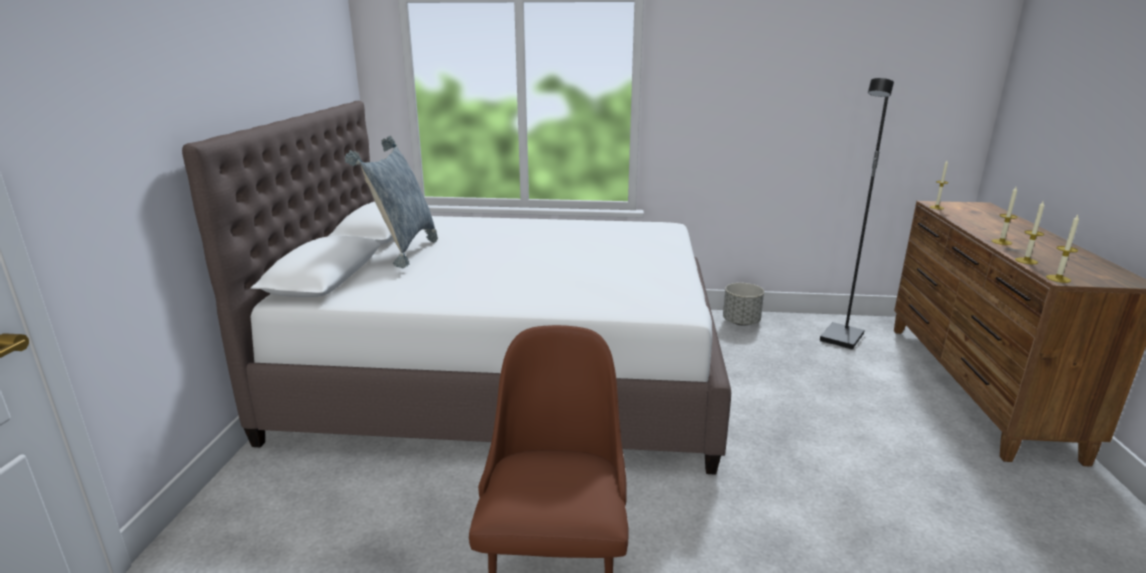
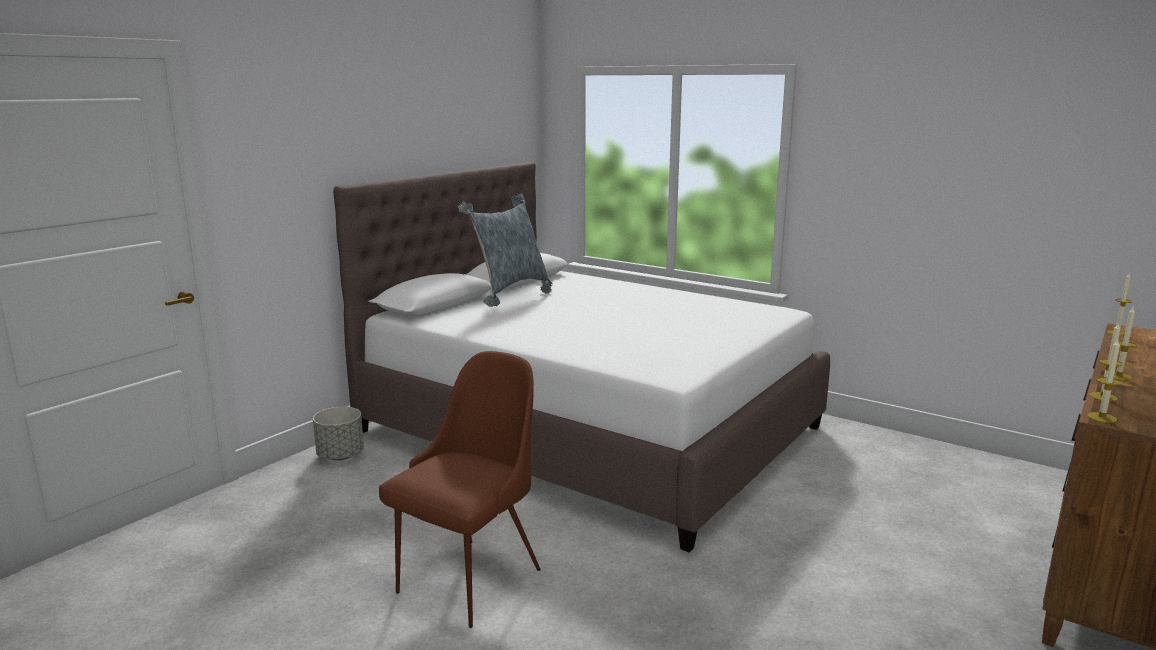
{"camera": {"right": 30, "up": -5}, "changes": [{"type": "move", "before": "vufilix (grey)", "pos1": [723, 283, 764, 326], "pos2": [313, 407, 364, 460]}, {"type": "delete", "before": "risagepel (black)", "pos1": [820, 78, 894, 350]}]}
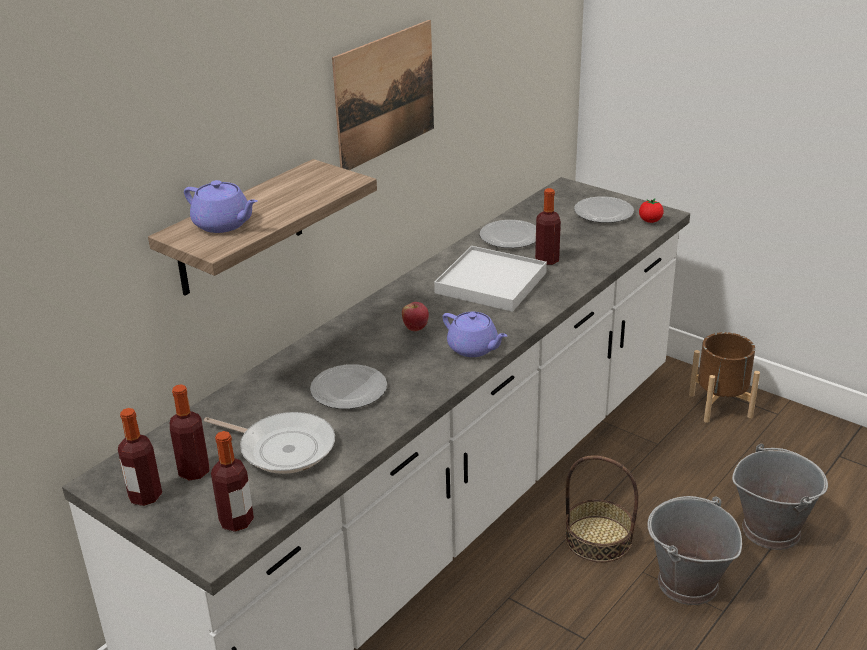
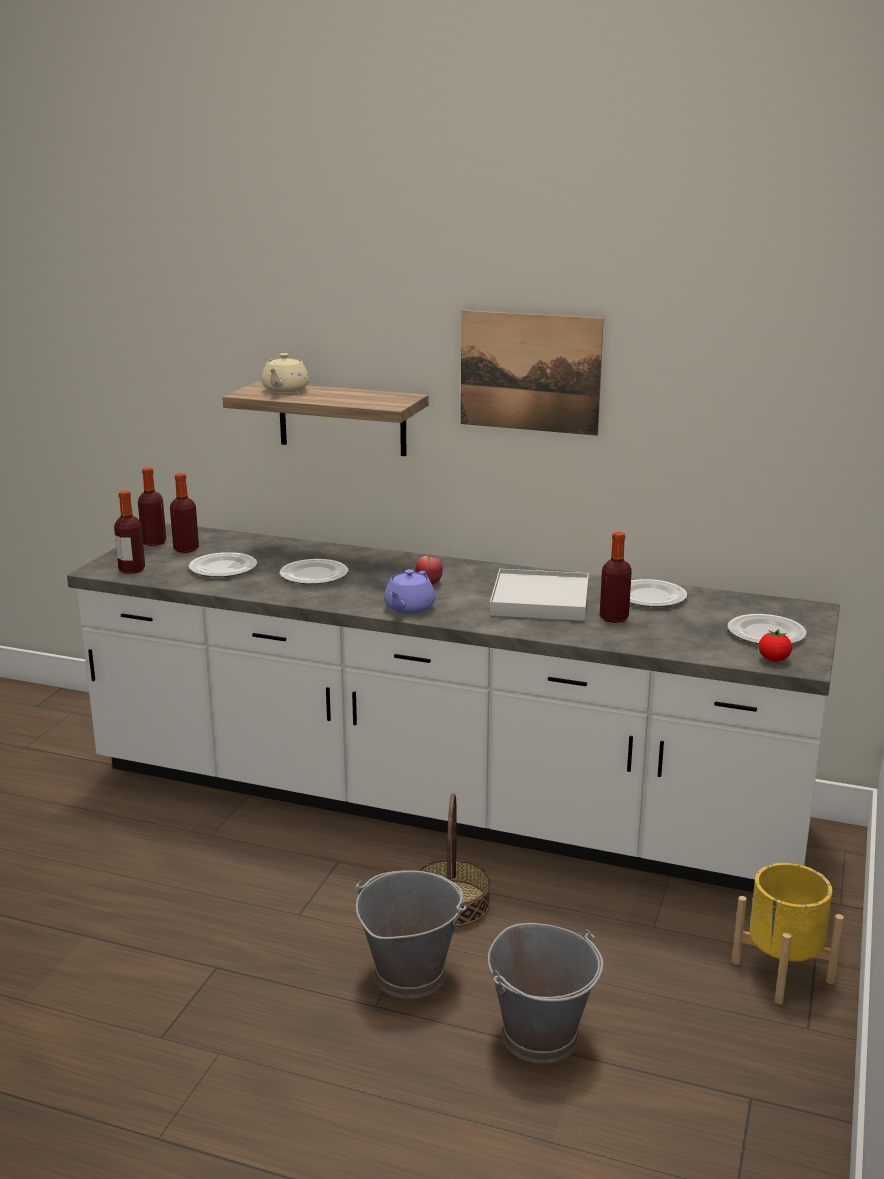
{"camera": {"right": 70, "up": -10}, "changes": [{"type": "recolor", "before": "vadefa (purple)", "after": "vadefa (beige)", "pos1": [184, 180, 257, 233], "pos2": [261, 353, 309, 393]}, {"type": "replace", "before": "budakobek", "after": "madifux", "pos1": [204, 412, 335, 474], "pos2": [189, 552, 257, 577]}, {"type": "recolor", "before": "vufilix (brown)", "after": "vufilix (yellow)", "pos1": [689, 332, 760, 423], "pos2": [732, 863, 844, 1004]}]}
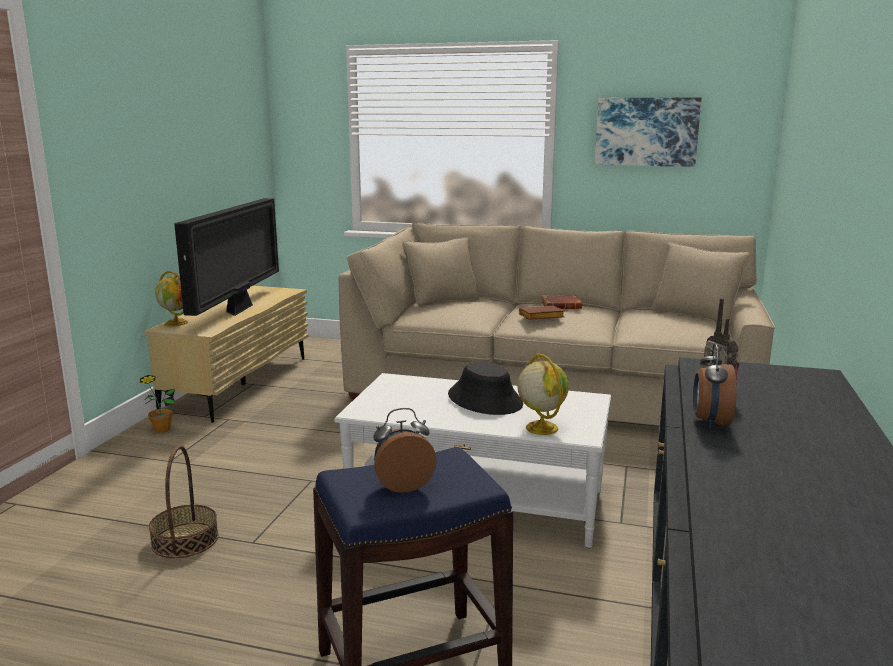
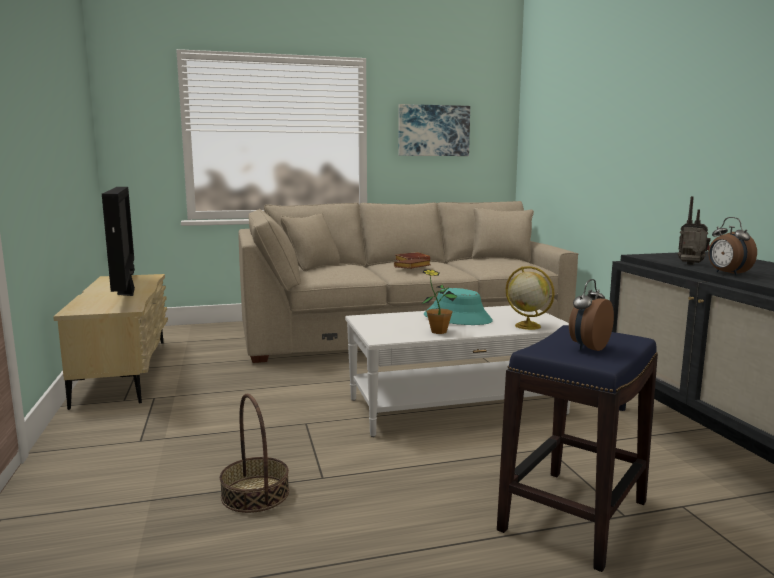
{"camera": {"right": -30, "up": -5}, "changes": [{"type": "move", "before": "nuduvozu", "pos1": [140, 375, 175, 433], "pos2": [422, 269, 458, 334]}, {"type": "delete", "before": "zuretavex", "pos1": [155, 271, 188, 326]}, {"type": "recolor", "before": "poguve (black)", "after": "poguve (turquoise)", "pos1": [448, 361, 523, 415], "pos2": [424, 288, 493, 325]}]}
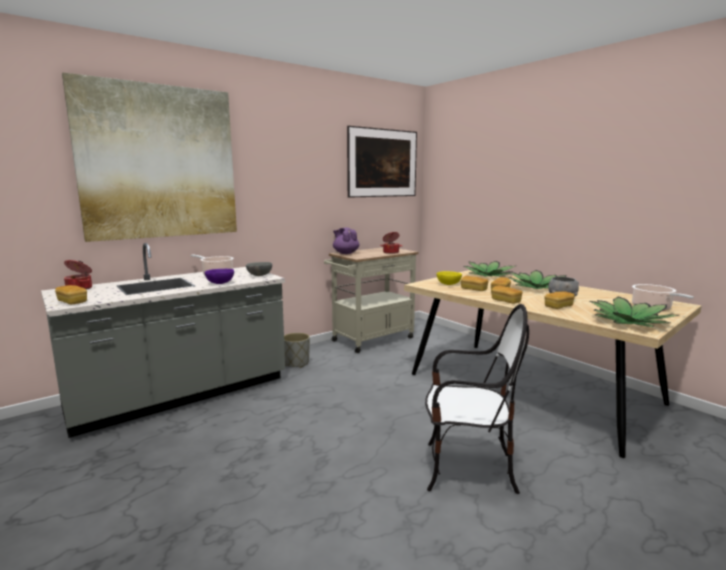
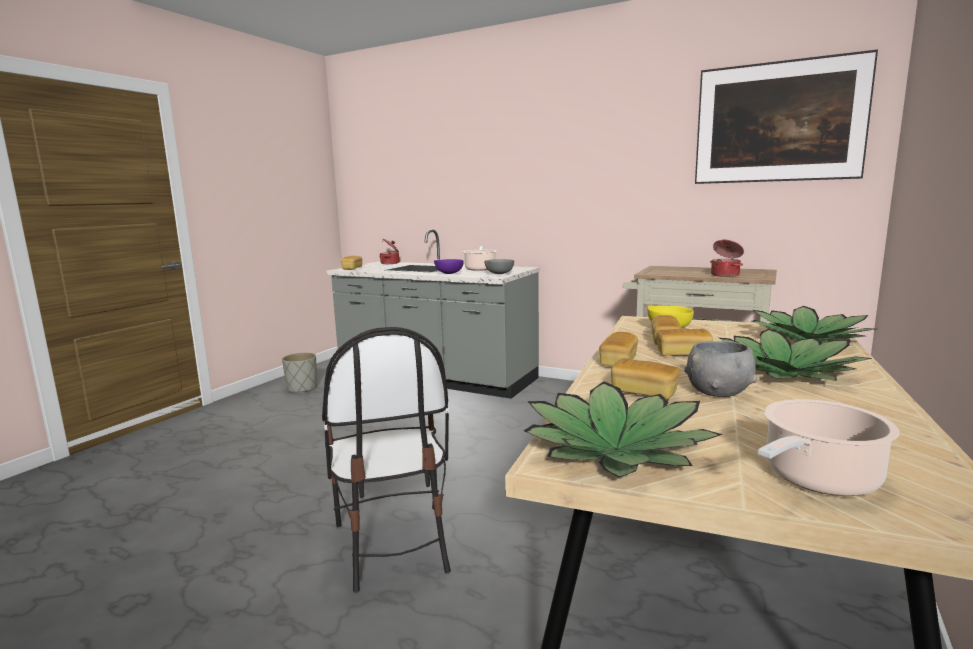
{"camera": {"right": 65, "up": 0}, "changes": [{"type": "delete", "before": "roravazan", "pos1": [62, 72, 237, 242]}, {"type": "move", "before": "vufilix (grey)", "pos1": [284, 333, 310, 368], "pos2": [282, 353, 317, 393]}, {"type": "delete", "before": "vadefa (purple)", "pos1": [333, 227, 360, 254]}]}
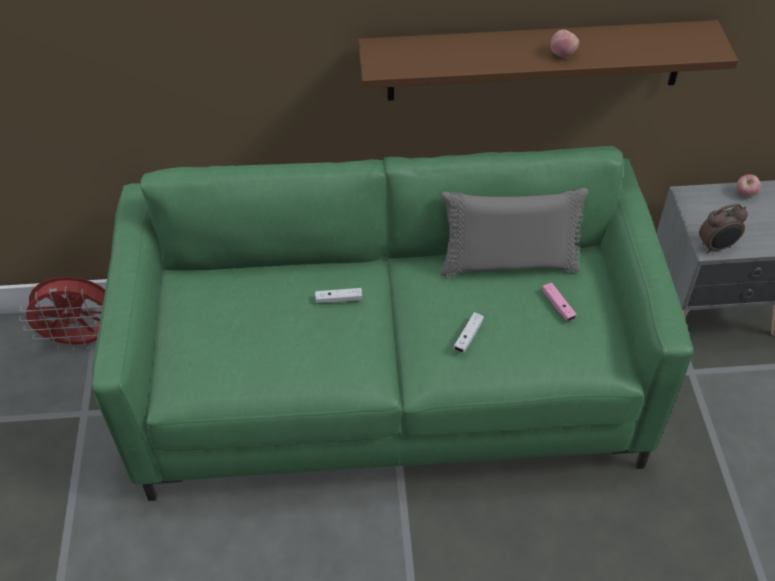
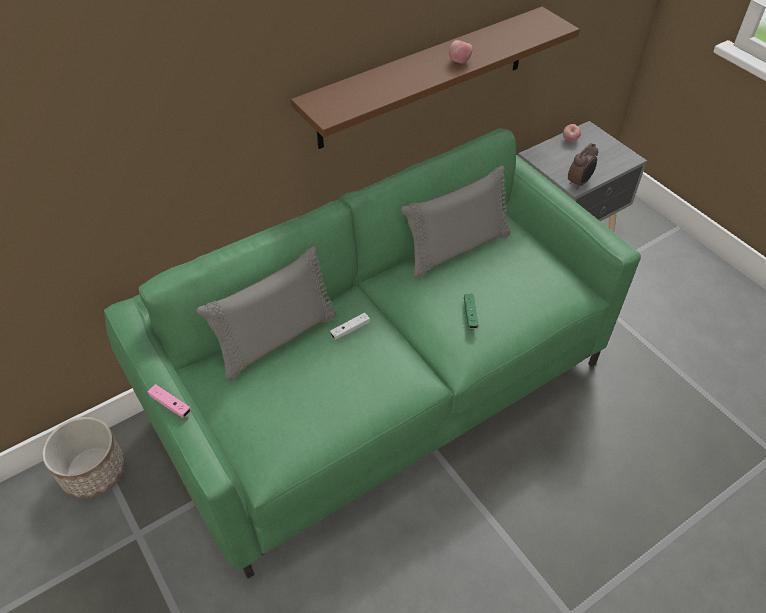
{"camera": {"right": -30, "up": 0}, "changes": [{"type": "replace", "before": "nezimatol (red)", "after": "vufilix", "pos1": [19, 277, 105, 351], "pos2": [42, 417, 125, 499]}, {"type": "recolor", "before": "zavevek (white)", "after": "zavevek (green)", "pos1": [454, 312, 484, 353], "pos2": [464, 294, 478, 329]}, {"type": "move", "before": "zavevek (pink)", "pos1": [542, 283, 577, 321], "pos2": [148, 384, 191, 418]}, {"type": "insert", "after": "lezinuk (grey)", "pos2": [196, 246, 336, 381]}]}
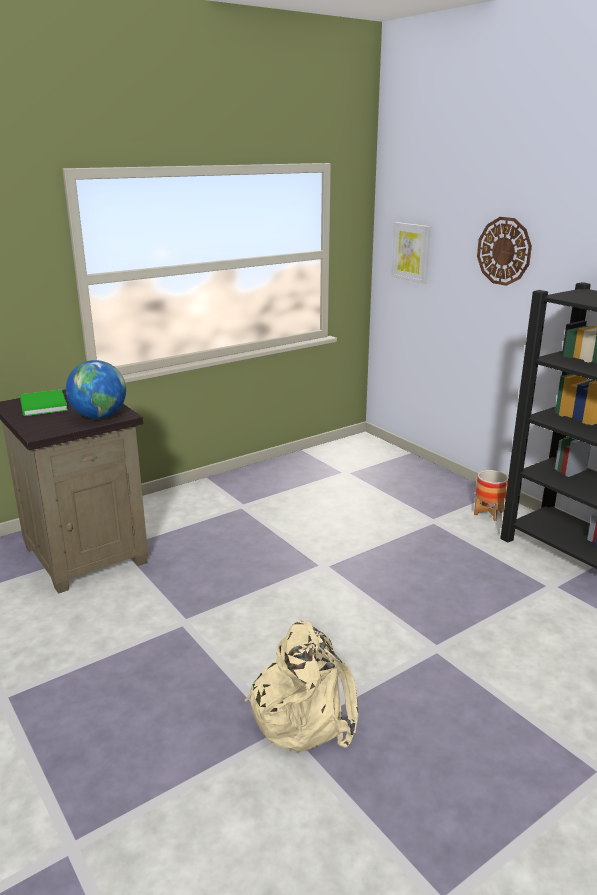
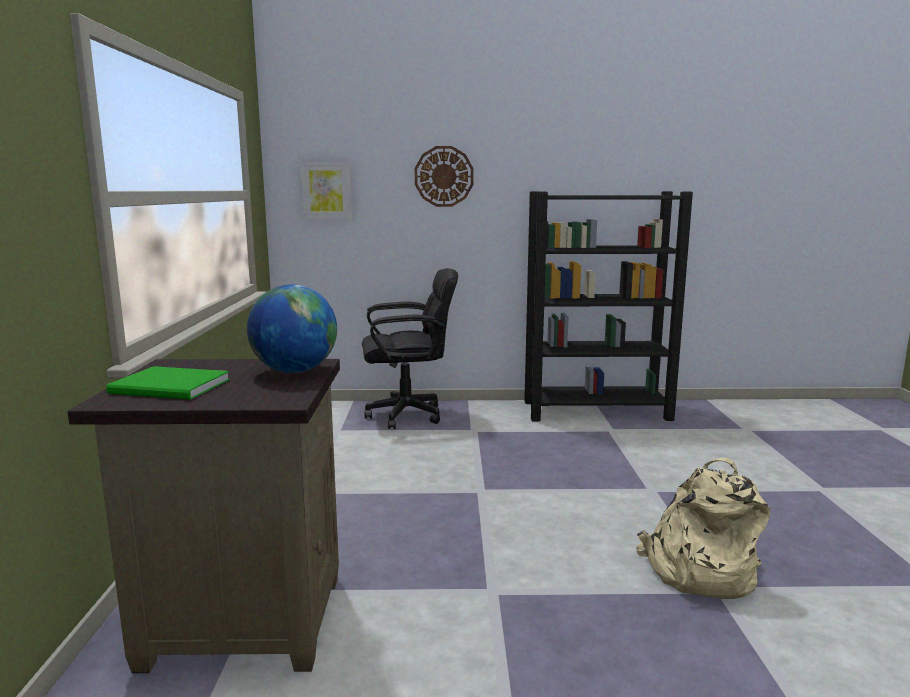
{"camera": {"right": -55, "up": -10}, "changes": [{"type": "delete", "before": "vufilix", "pos1": [474, 470, 508, 521]}, {"type": "insert", "after": "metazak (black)", "pos2": [362, 268, 458, 429]}]}
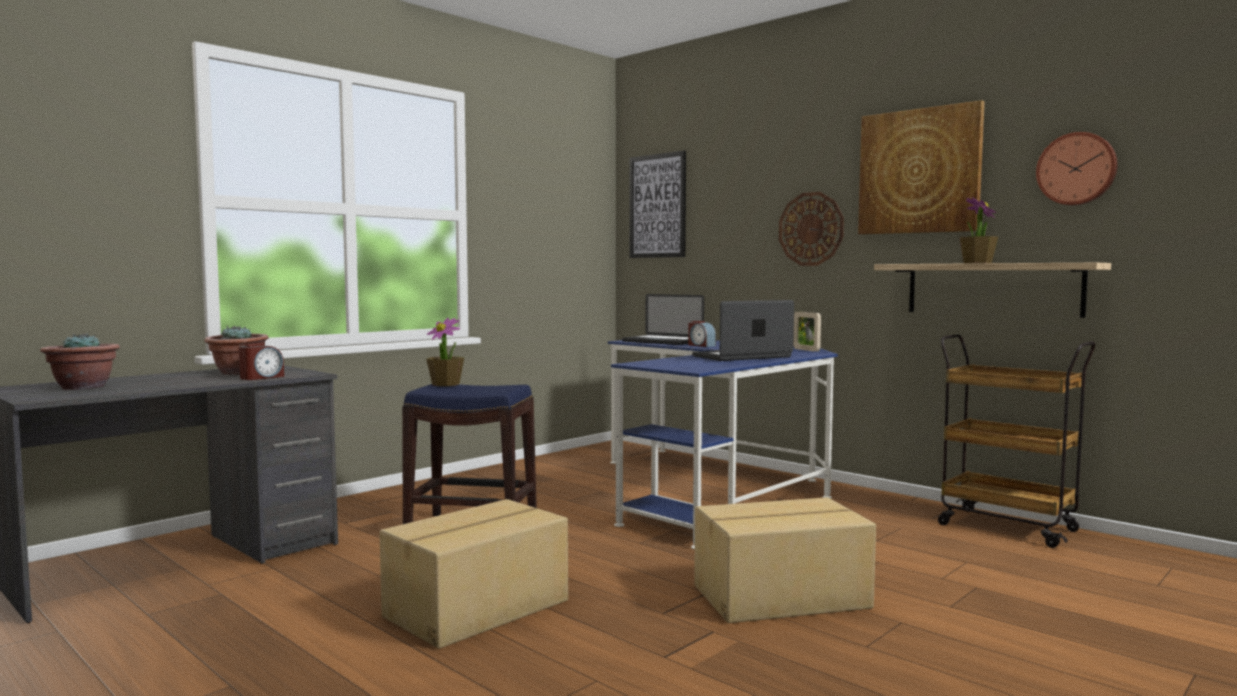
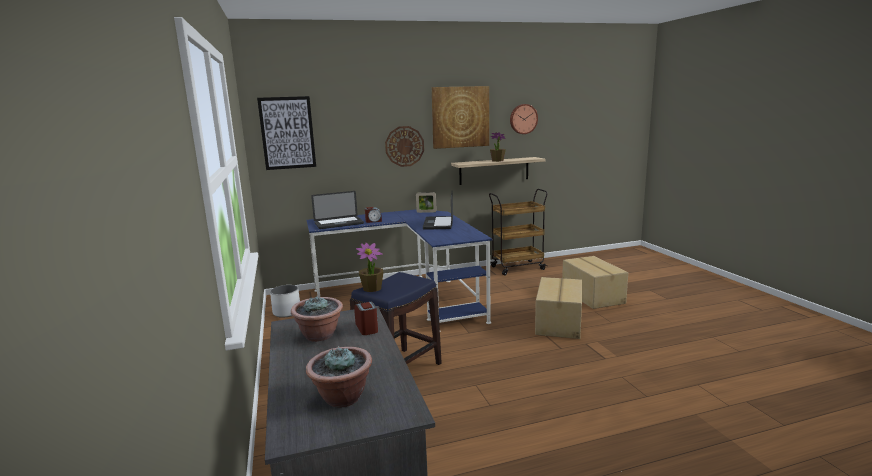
{"camera": {"right": -60, "up": 10}, "changes": [{"type": "move", "before": "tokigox", "pos1": [379, 499, 568, 649], "pos2": [562, 256, 628, 309]}, {"type": "insert", "after": "vufilix (white)", "pos2": [270, 285, 300, 318]}]}
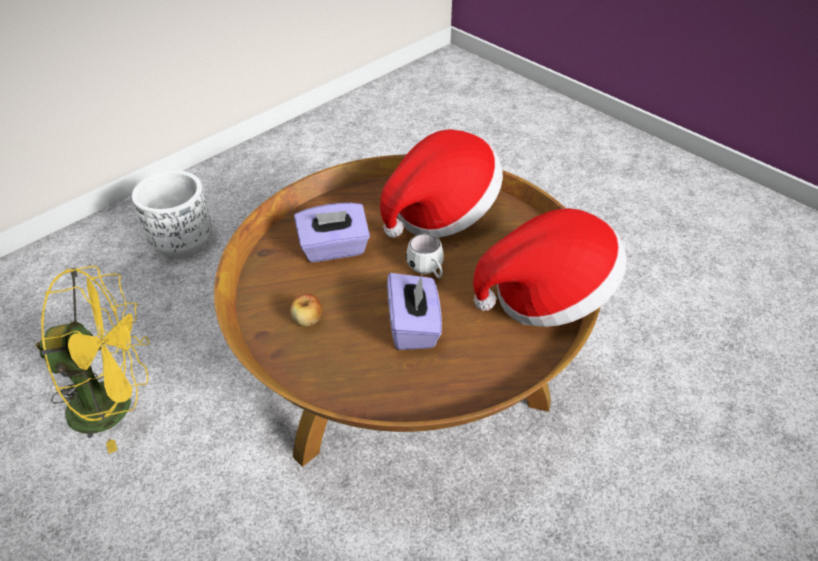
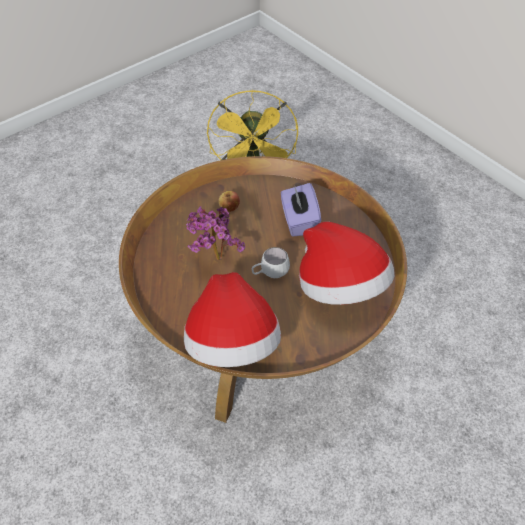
{"camera": {"right": 95, "up": 5}, "changes": [{"type": "delete", "before": "vufilix (white)", "pos1": [132, 170, 212, 259]}, {"type": "replace", "before": "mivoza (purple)", "after": "nuduvozu", "pos1": [387, 273, 442, 350], "pos2": [186, 206, 245, 260]}]}
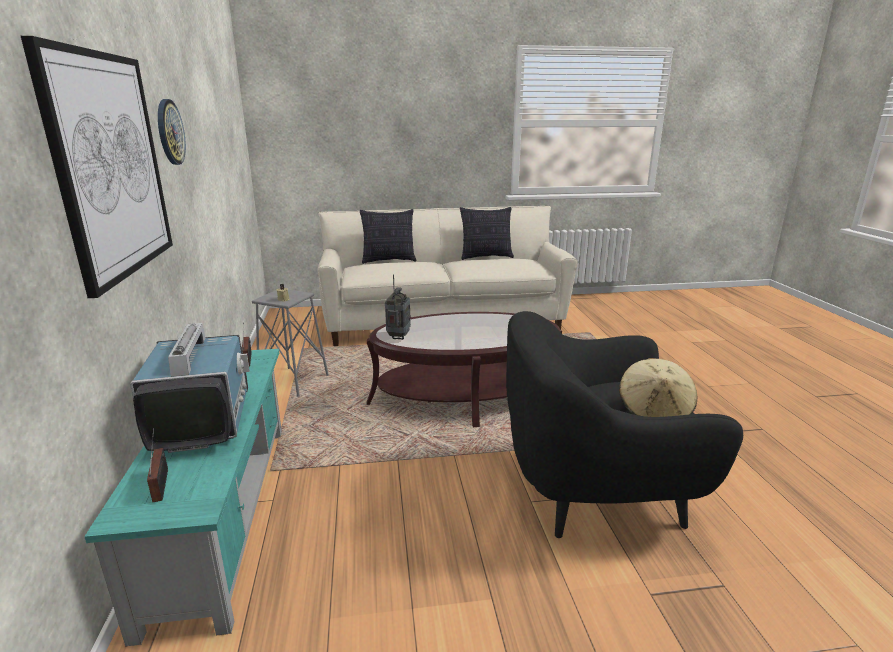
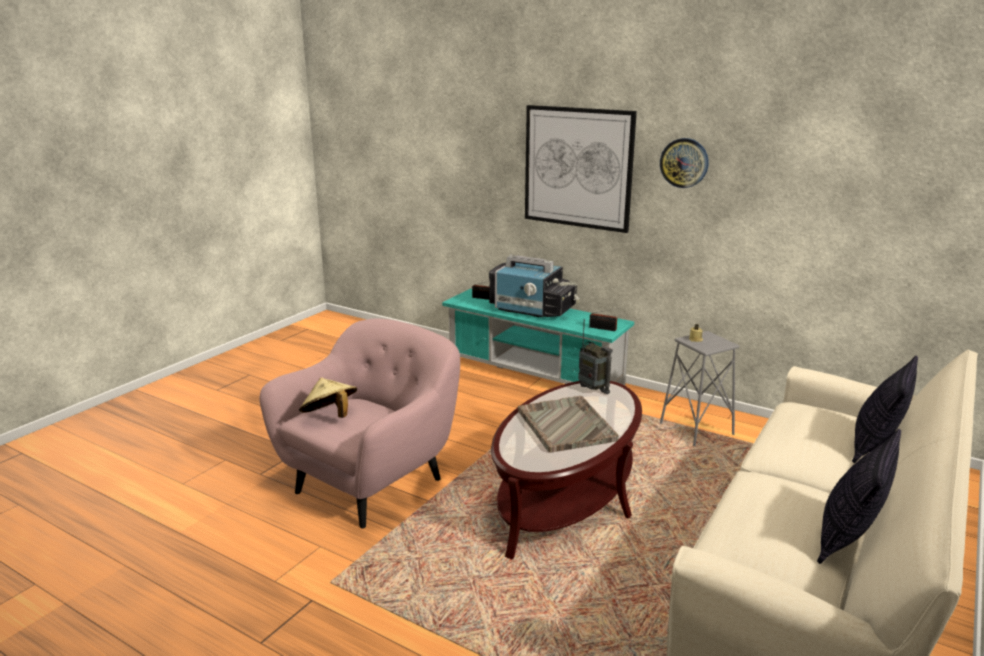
{"camera": {"right": 130, "up": 0}, "changes": [{"type": "recolor", "before": "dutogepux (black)", "after": "dutogepux (pink)", "pos1": [506, 311, 743, 538], "pos2": [259, 318, 460, 528]}, {"type": "insert", "after": "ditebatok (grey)", "pos2": [518, 396, 619, 452]}]}
